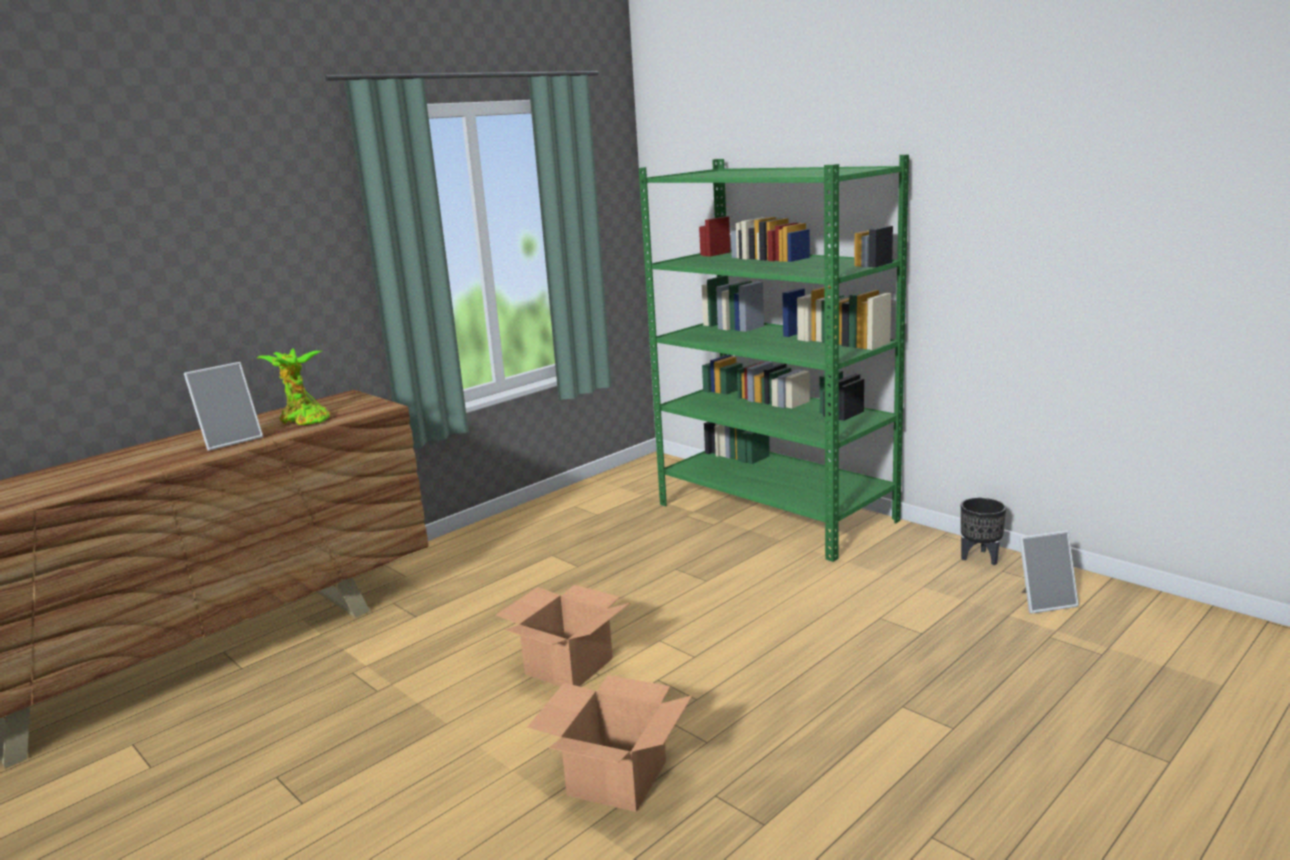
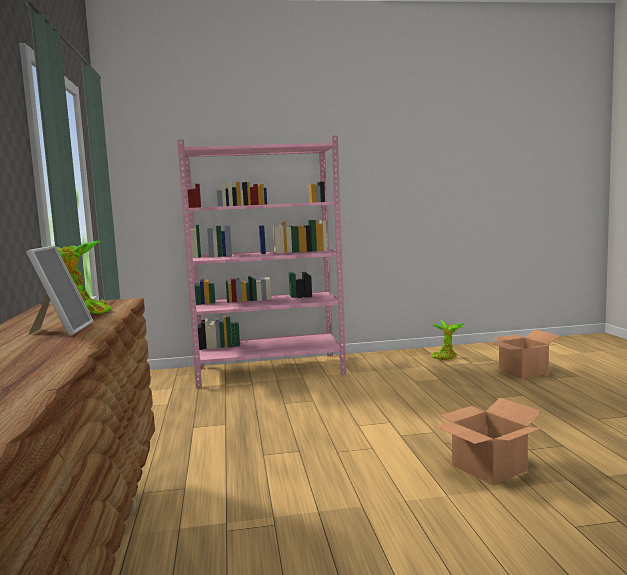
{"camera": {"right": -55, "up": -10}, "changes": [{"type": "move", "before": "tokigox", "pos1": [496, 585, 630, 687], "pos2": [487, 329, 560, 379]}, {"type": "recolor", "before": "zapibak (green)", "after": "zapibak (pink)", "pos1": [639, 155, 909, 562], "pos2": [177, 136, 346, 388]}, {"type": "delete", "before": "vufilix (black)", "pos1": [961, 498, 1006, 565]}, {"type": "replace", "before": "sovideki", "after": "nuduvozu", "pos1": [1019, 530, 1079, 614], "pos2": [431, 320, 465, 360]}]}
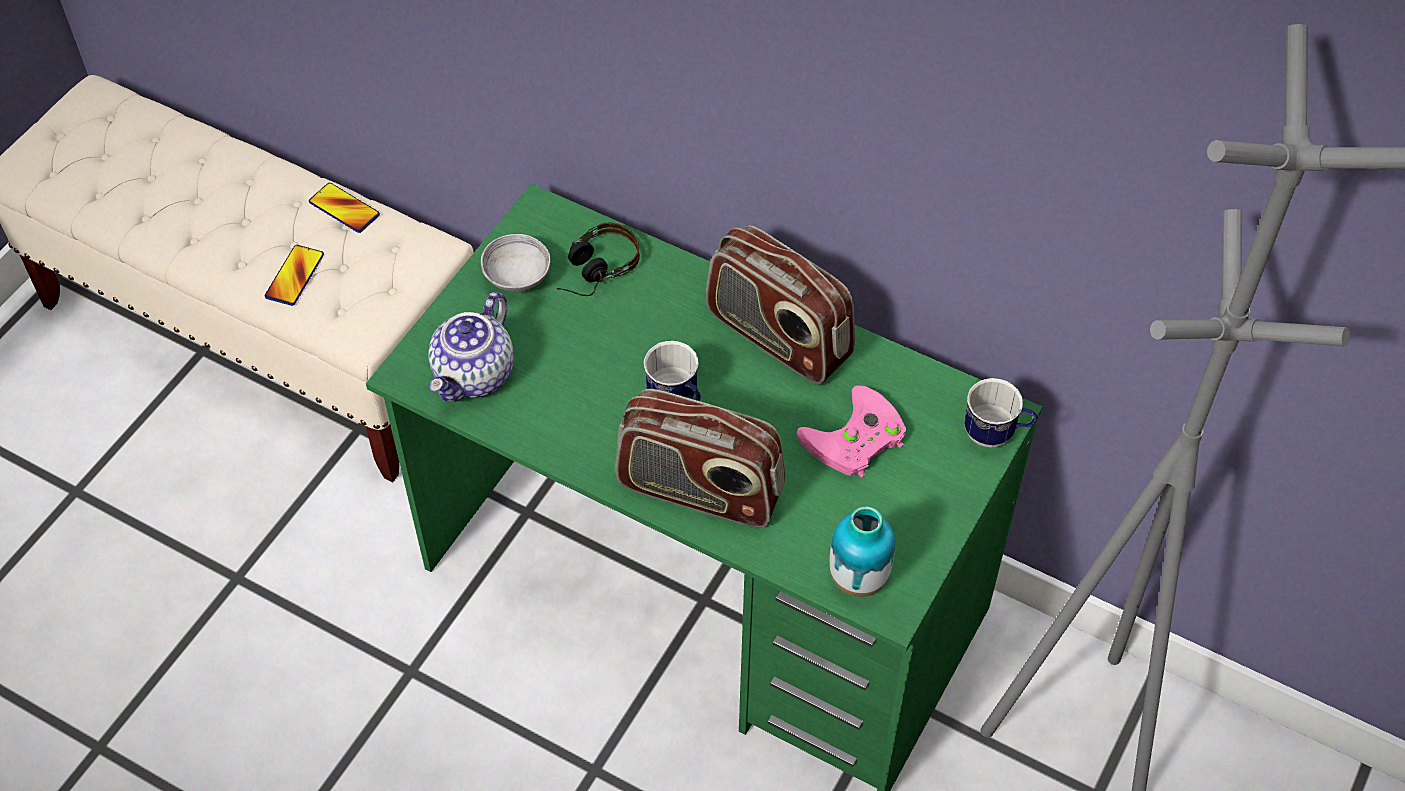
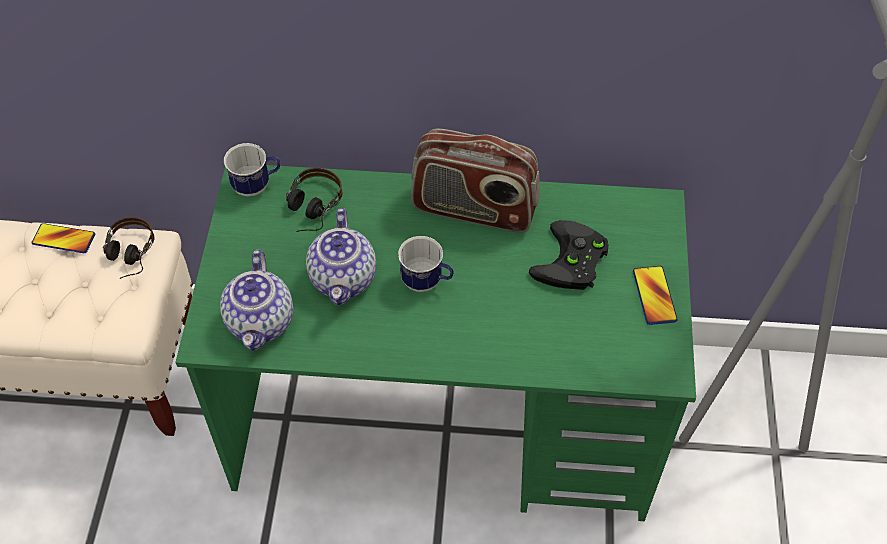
{"camera": {"right": -25, "up": 0}, "changes": [{"type": "move", "before": "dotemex", "pos1": [265, 245, 324, 306], "pos2": [633, 266, 678, 325]}, {"type": "delete", "before": "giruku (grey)", "pos1": [481, 234, 550, 292]}, {"type": "delete", "before": "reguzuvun", "pos1": [615, 389, 785, 528]}, {"type": "recolor", "before": "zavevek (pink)", "after": "zavevek (black)", "pos1": [796, 385, 906, 478], "pos2": [529, 220, 608, 290]}, {"type": "delete", "before": "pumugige", "pos1": [829, 506, 895, 597]}, {"type": "move", "before": "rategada", "pos1": [964, 378, 1037, 448], "pos2": [224, 143, 280, 196]}, {"type": "insert", "after": "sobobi", "pos2": [103, 217, 155, 279]}, {"type": "insert", "after": "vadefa", "pos2": [306, 208, 376, 306]}]}
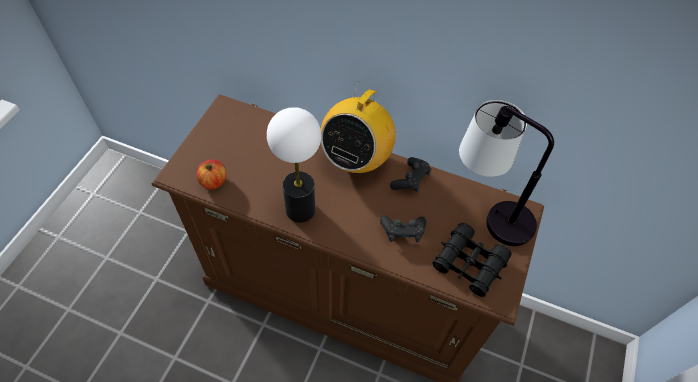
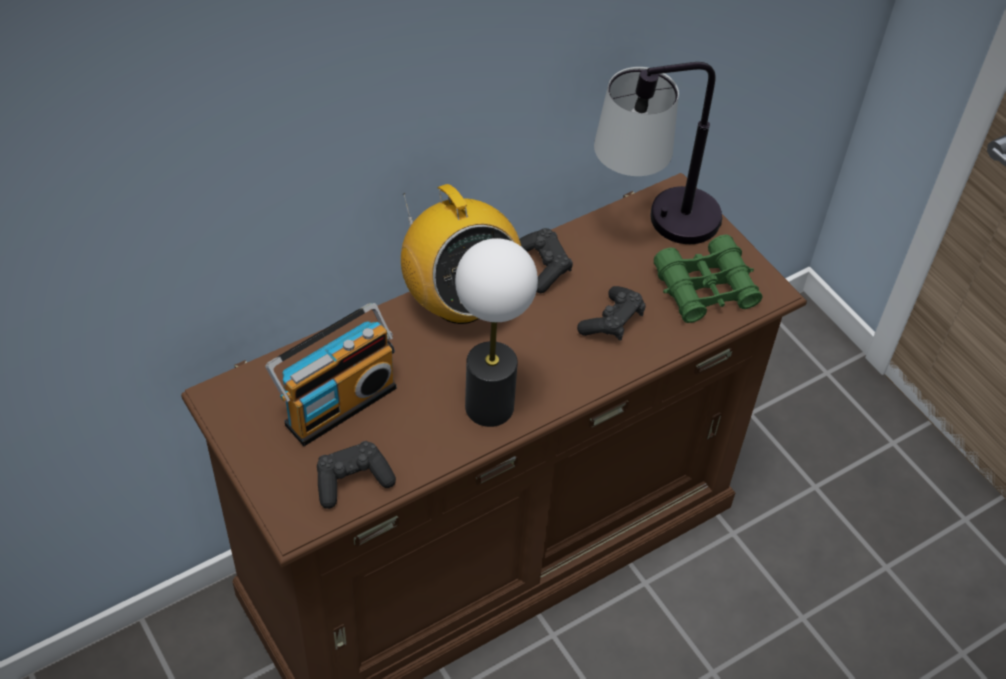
{"camera": {"right": -55, "up": -5}, "changes": [{"type": "replace", "before": "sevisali", "after": "zavevek (black)", "pos1": [197, 160, 226, 189], "pos2": [317, 441, 396, 509]}, {"type": "recolor", "before": "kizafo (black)", "after": "kizafo (green)", "pos1": [432, 223, 512, 297], "pos2": [654, 235, 763, 323]}, {"type": "insert", "after": "reguzuvun", "pos2": [265, 303, 396, 446]}]}
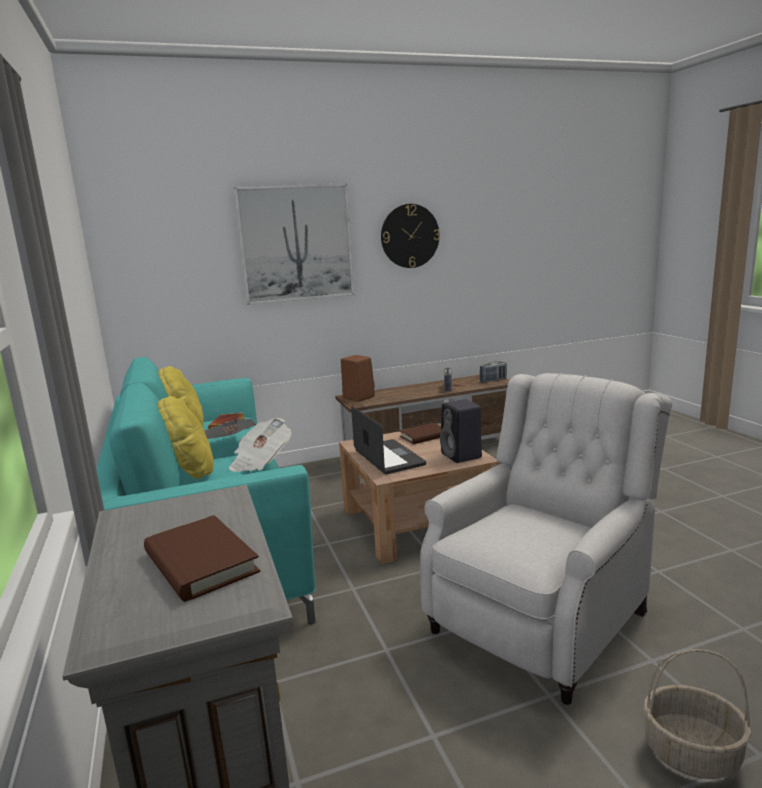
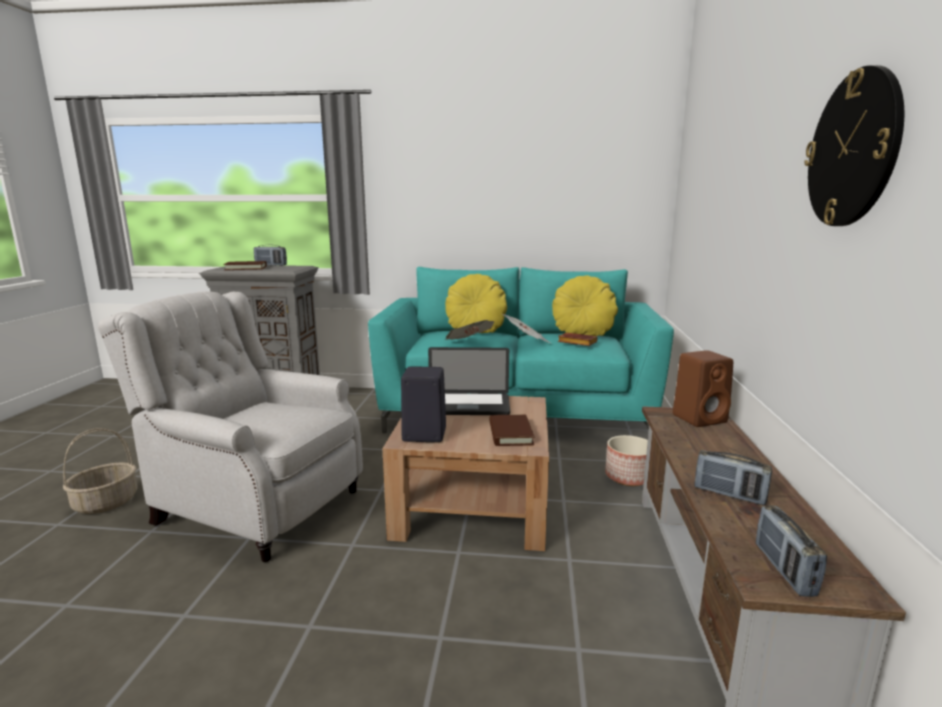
{"camera": {"right": 115, "up": 0}, "changes": [{"type": "delete", "before": "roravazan", "pos1": [234, 183, 354, 305]}, {"type": "rotate", "before": "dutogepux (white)", "pos1": [420, 373, 672, 705], "pos2": [98, 291, 363, 562], "turn": 135}, {"type": "insert", "after": "reguzuvun", "pos2": [254, 245, 287, 266]}, {"type": "insert", "after": "vufilix", "pos2": [605, 435, 648, 486]}]}
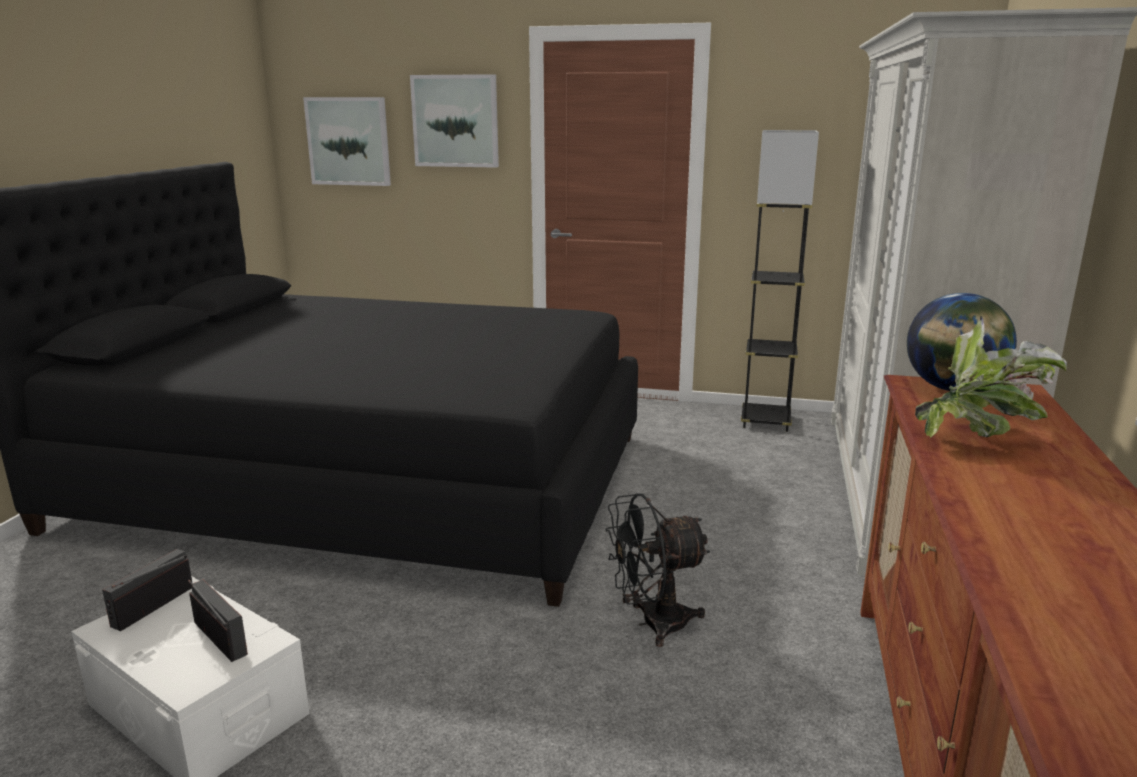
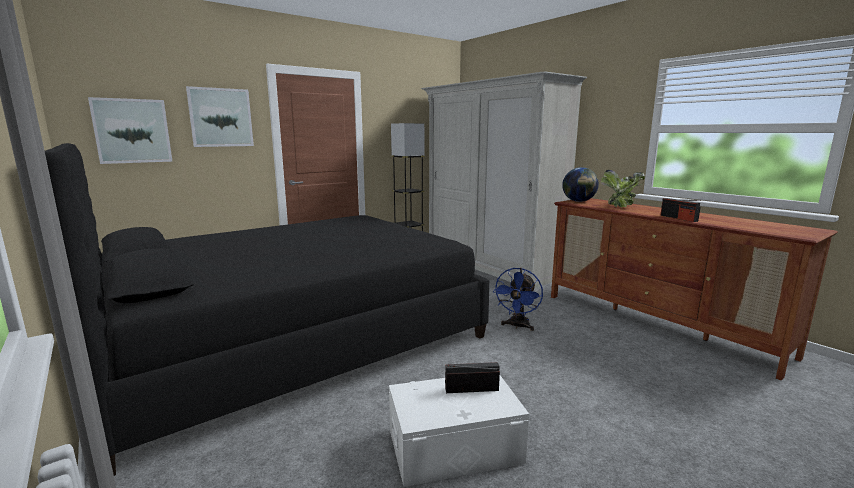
{"camera": {"right": -50, "up": -5}, "changes": [{"type": "move", "before": "reguzuvun", "pos1": [102, 549, 193, 631], "pos2": [660, 198, 701, 222]}, {"type": "recolor", "before": "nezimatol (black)", "after": "nezimatol (blue)", "pos1": [605, 493, 710, 647], "pos2": [493, 268, 543, 331]}]}
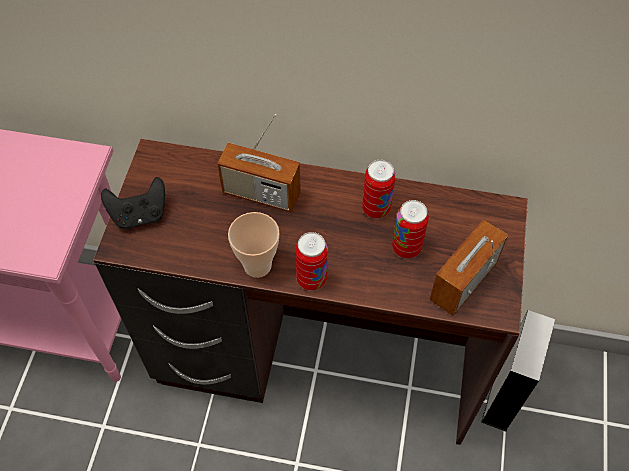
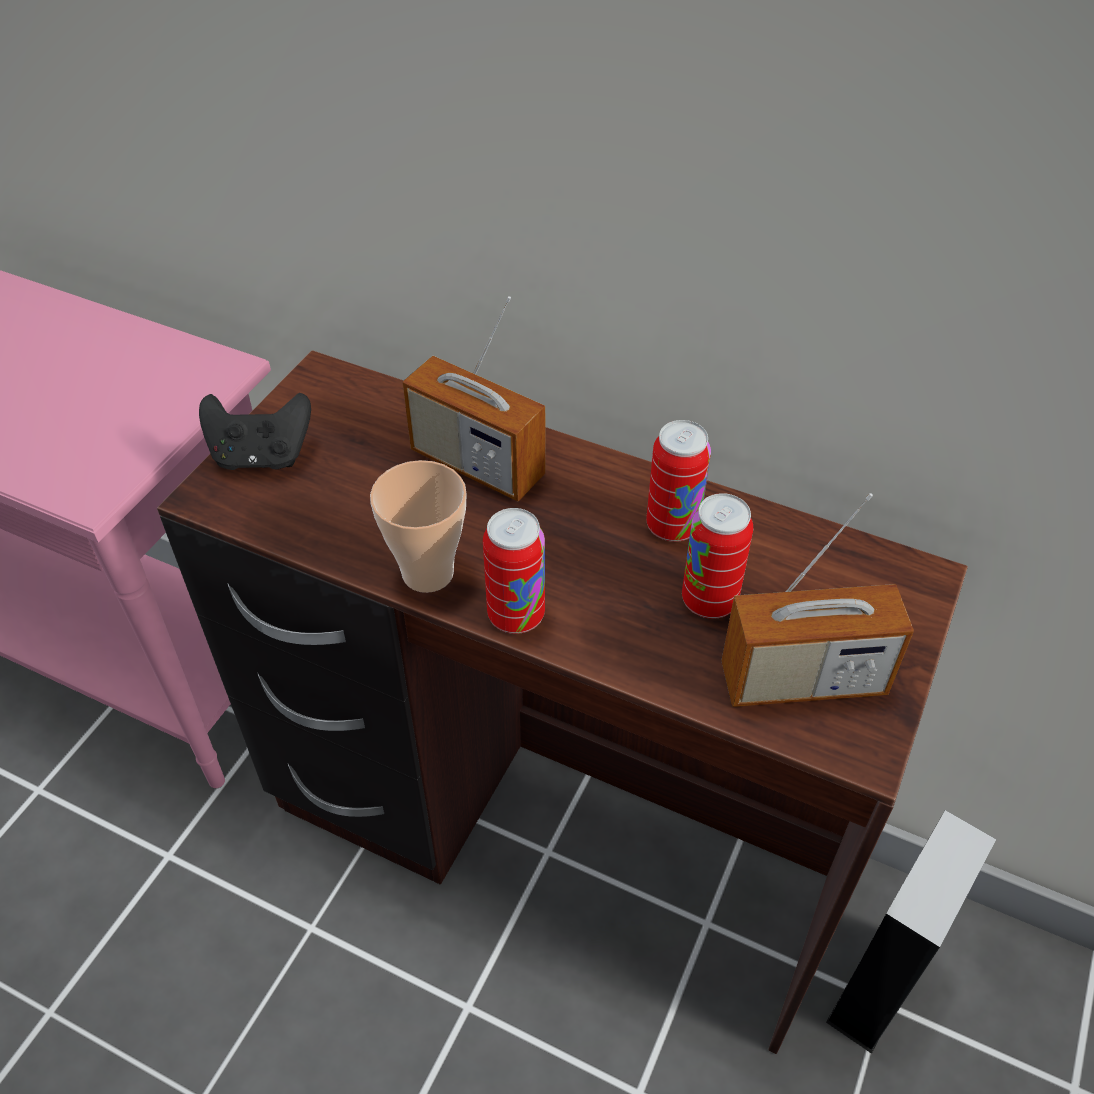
{"camera": {"right": 15, "up": -10}, "changes": [{"type": "rotate", "before": "reguzuvun", "pos1": [429, 219, 508, 316], "pos2": [722, 493, 914, 707], "turn": -150}]}
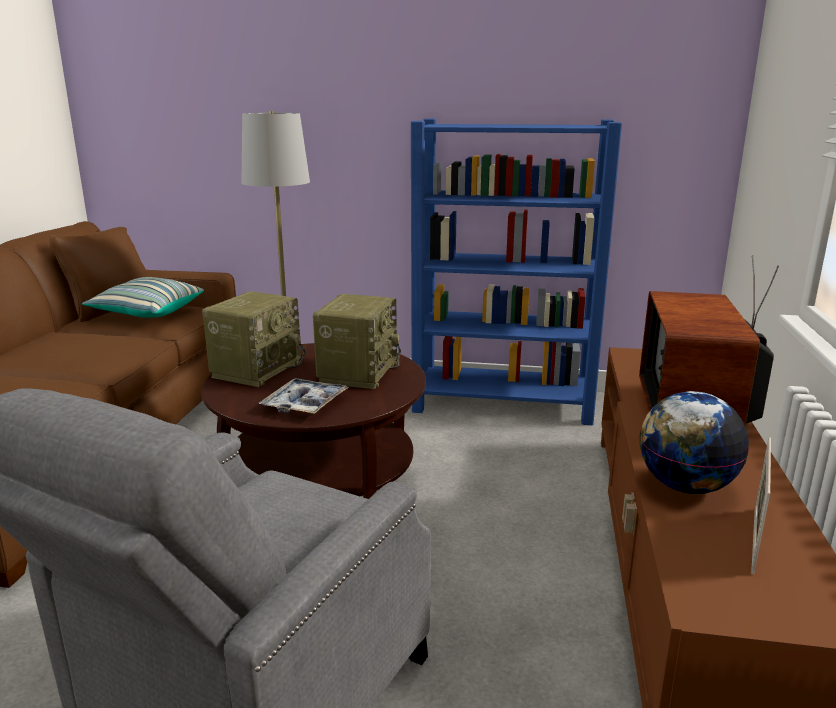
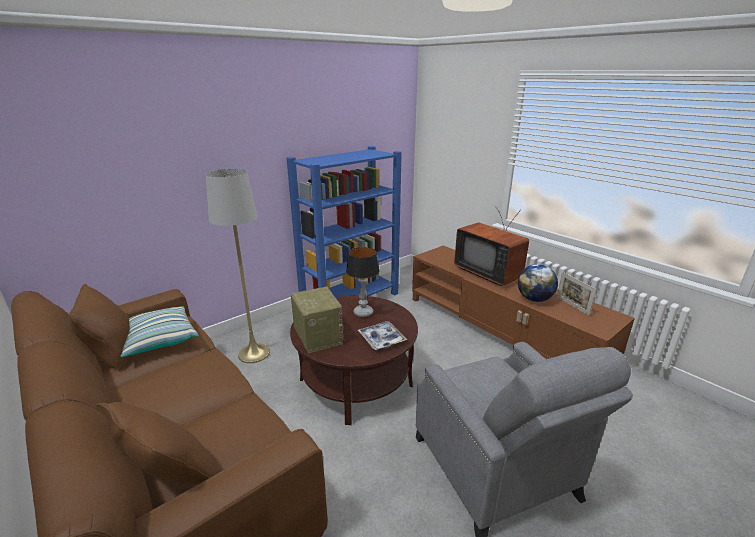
{"camera": {"right": -50, "up": 5}, "changes": [{"type": "replace", "before": "reguzuvun", "after": "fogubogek", "pos1": [313, 294, 401, 389], "pos2": [346, 247, 380, 317]}]}
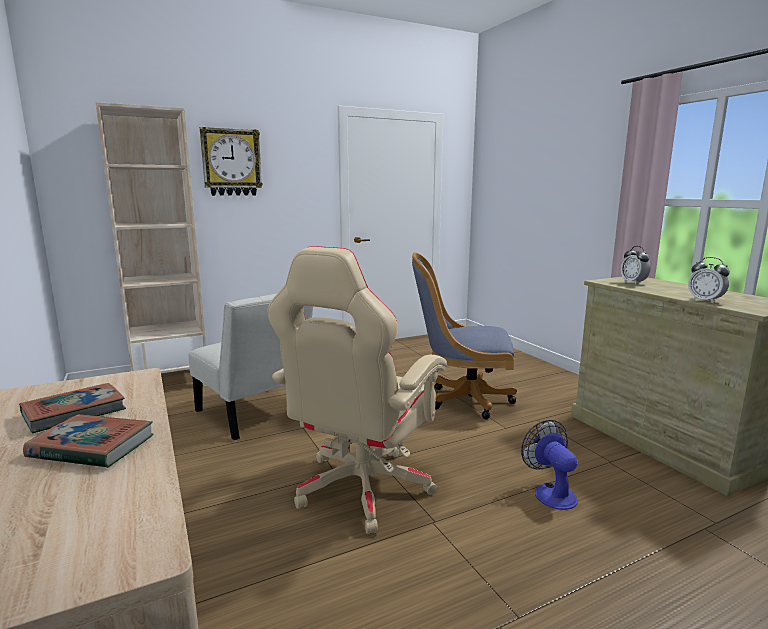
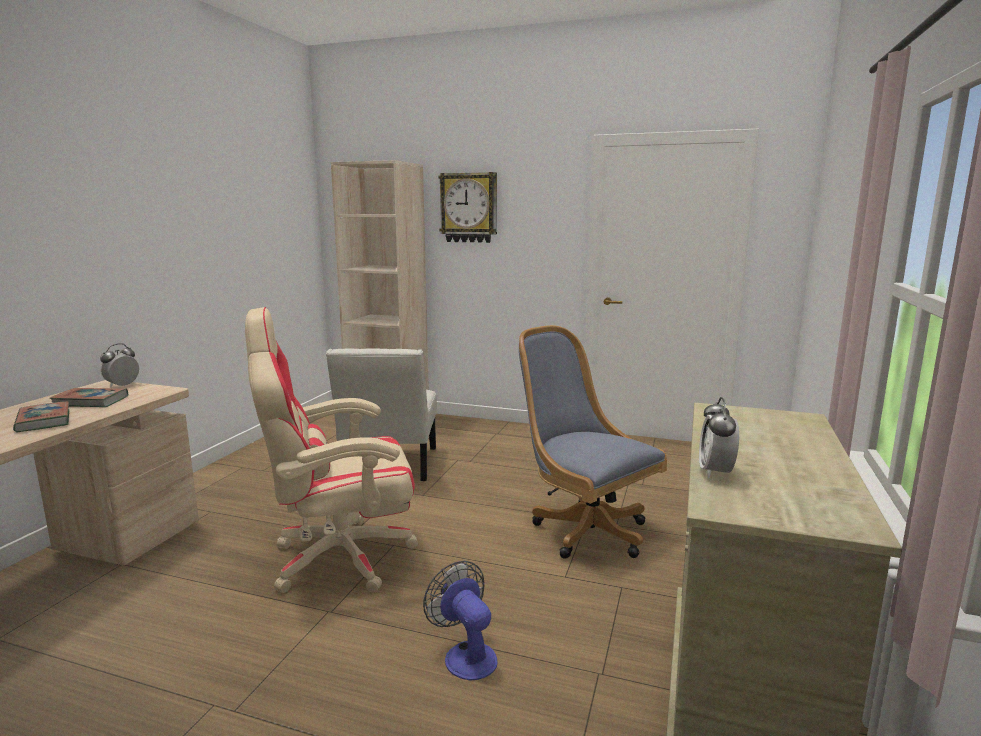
{"camera": {"right": 45, "up": 0}, "changes": [{"type": "rotate", "before": "nezimatol", "pos1": [521, 420, 578, 510], "pos2": [423, 561, 498, 681], "turn": -60}, {"type": "move", "before": "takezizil", "pos1": [621, 246, 651, 285], "pos2": [100, 343, 139, 387]}]}
